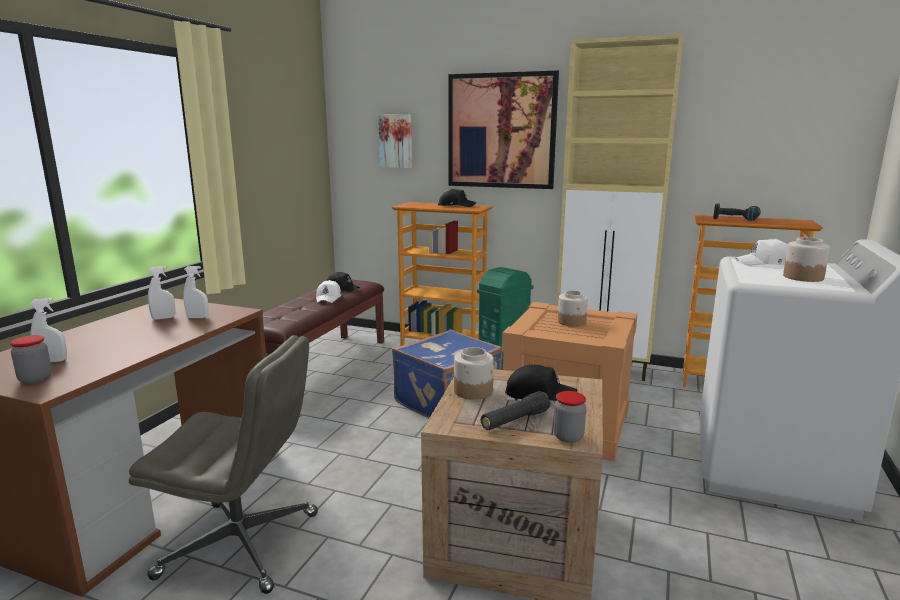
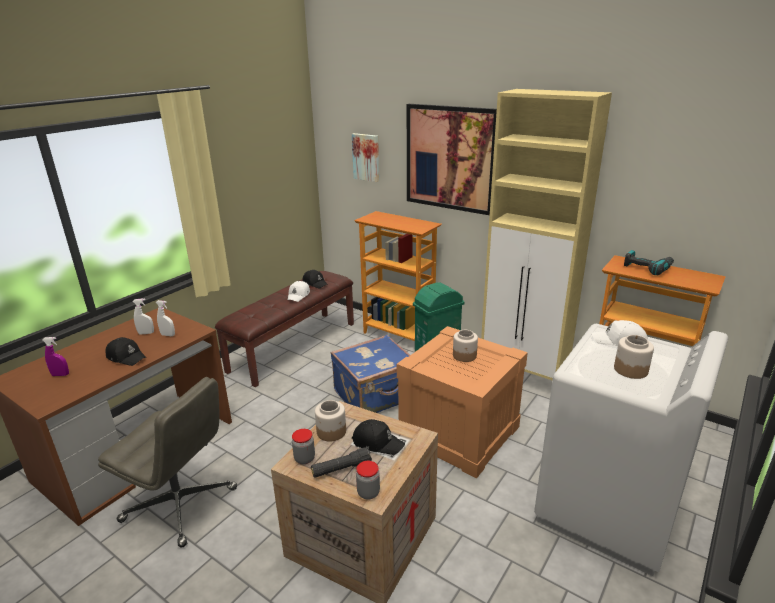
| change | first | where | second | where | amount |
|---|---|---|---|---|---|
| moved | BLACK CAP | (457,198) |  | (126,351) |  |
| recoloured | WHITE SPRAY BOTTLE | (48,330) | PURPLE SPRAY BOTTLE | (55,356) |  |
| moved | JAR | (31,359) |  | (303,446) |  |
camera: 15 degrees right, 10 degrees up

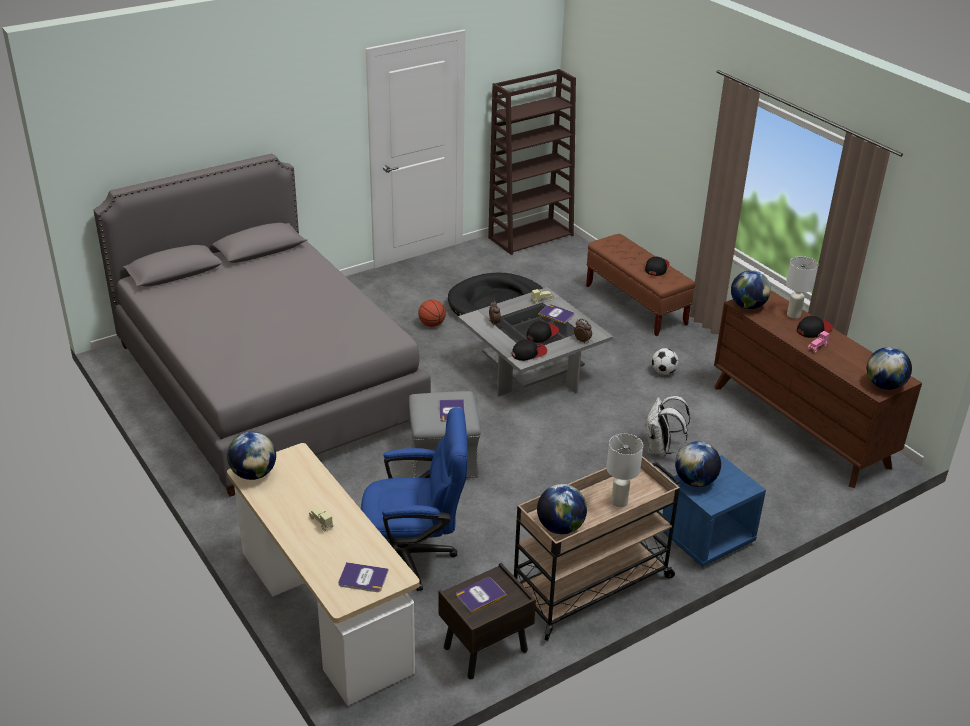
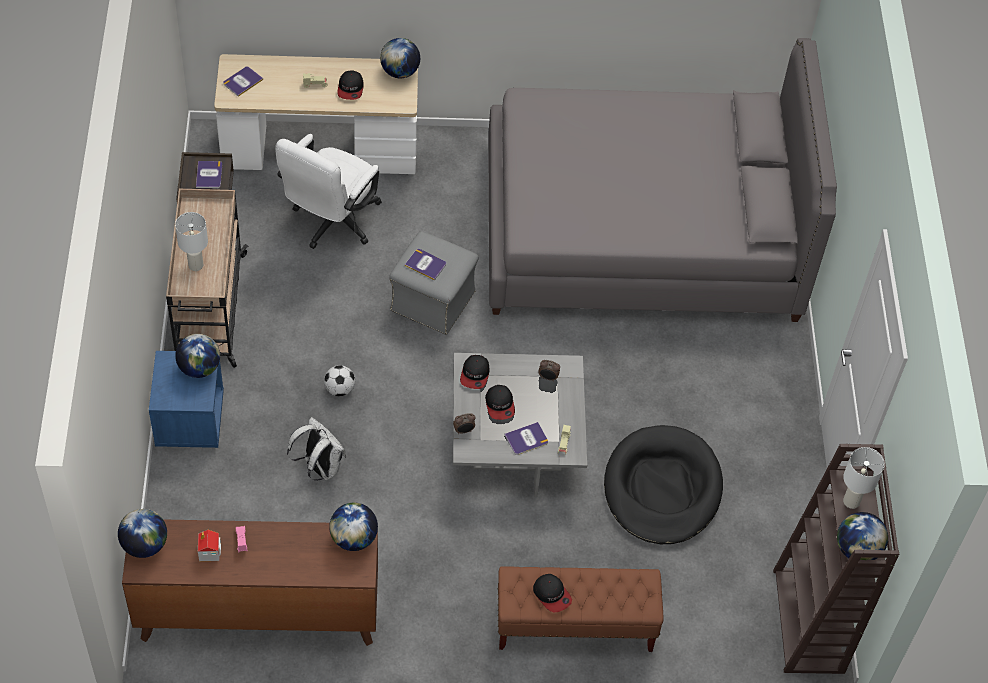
| change | first | where | second | where | amount |
|---|---|---|---|---|---|
| moved | WHITE TABLE LAMP | (802,287) |  | (864,478) |  |
| removed | BASKETBALL | (432,313) |  |  |  |
| moved | CAP | (815,327) |  | (350,85) |  |
| moved | FOOTBALL | (665,361) |  | (339,380) |  |
| recoloured | BLUE OFFICE CHAIR | (414,499) | WHITE OFFICE CHAIR | (328,191) |  |
| moved | GLOBE | (562,509) |  | (862,536) |  |
| added |  |  | TOY HOUSE | (209,545) |  |
camera: 120 degrees right, 20 degrees up

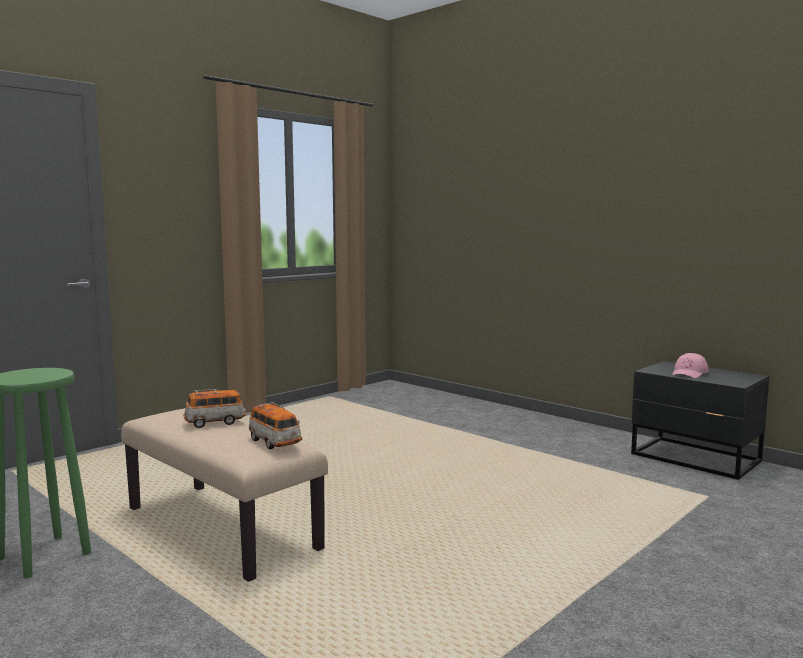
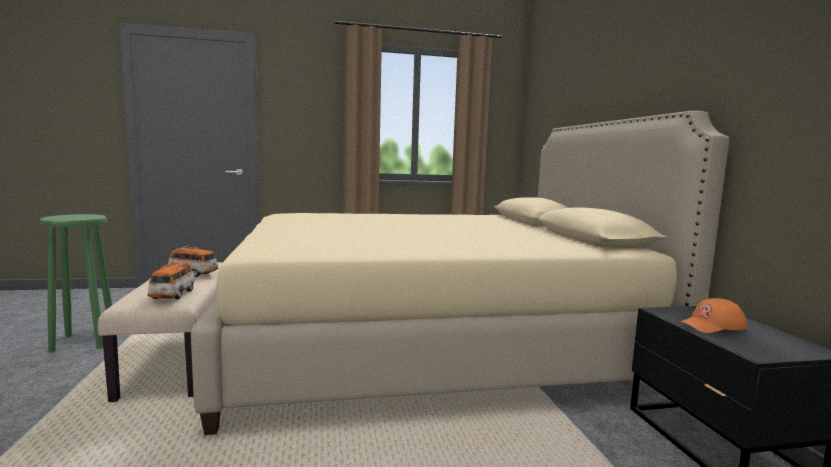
| change | first | where | second | where | amount |
|---|---|---|---|---|---|
| recoloured | PINK CAP | (690,365) | ORANGE CAP | (712,315) |  |
| added |  |  | BEIGE BED | (460,273) |  |
camera: 35 degrees right, 0 degrees up

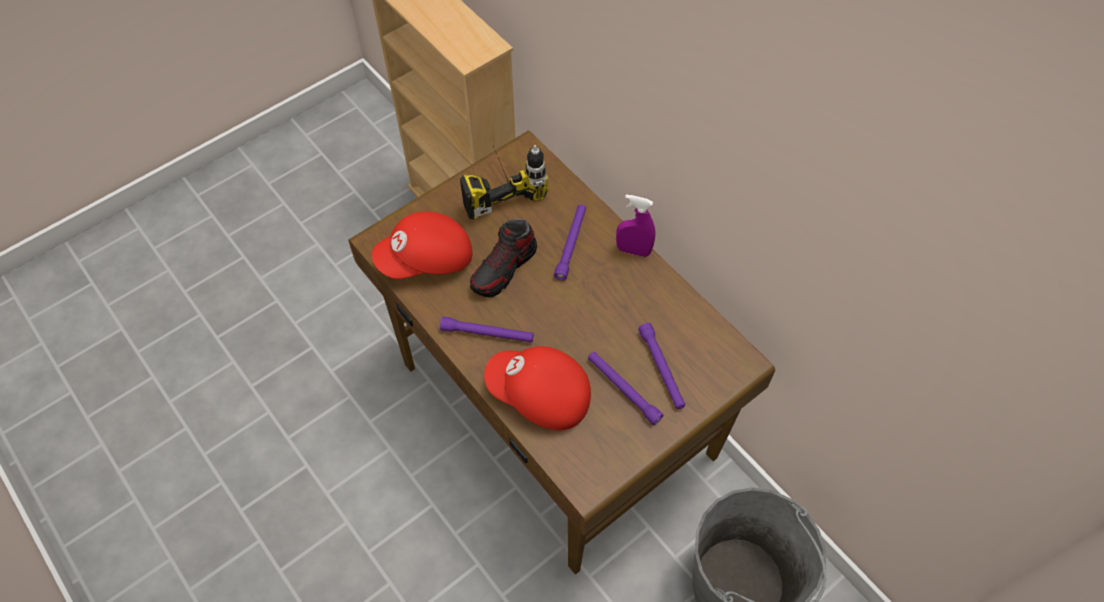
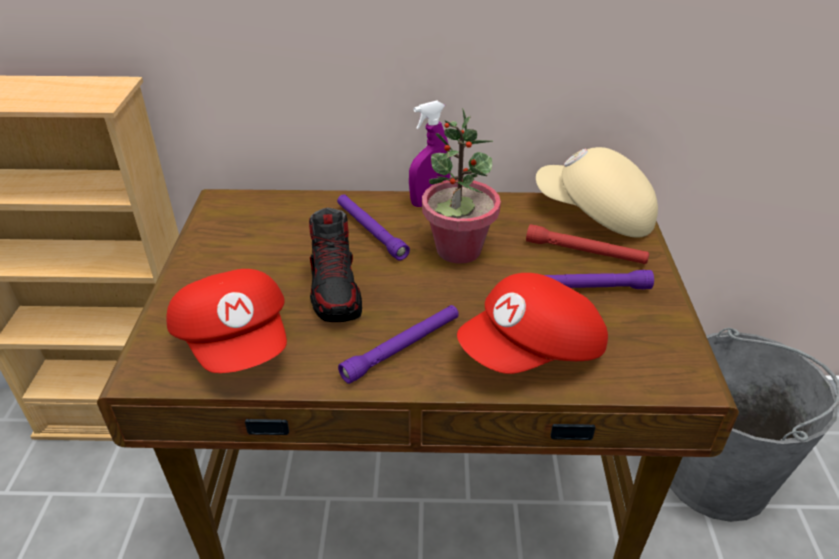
| change | first | where | second | where | amount |
|---|---|---|---|---|---|
| removed | POWER DRILL | (504,182) |  |  |  |
| turned | RED CAP | (422,245) |  | (226,321) | 45 degrees counterclockwise |
| recoloured | PURPLE FLASHLIGHT | (661,366) | RED FLASHLIGHT | (587,244) |  |
| added |  |  | POTTED PLANT | (461,186) |  |
| added |  |  | BEIGE CAP | (597,192) |  |
camera: 50 degrees left, 20 degrees down

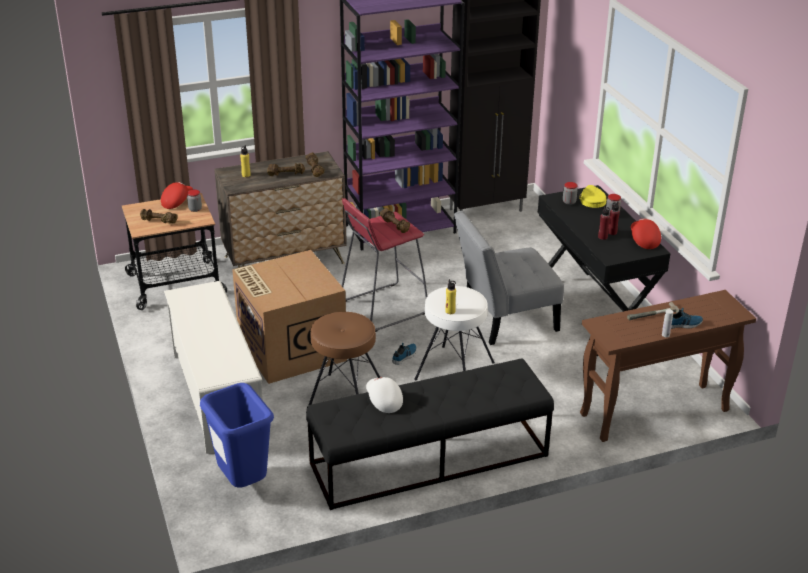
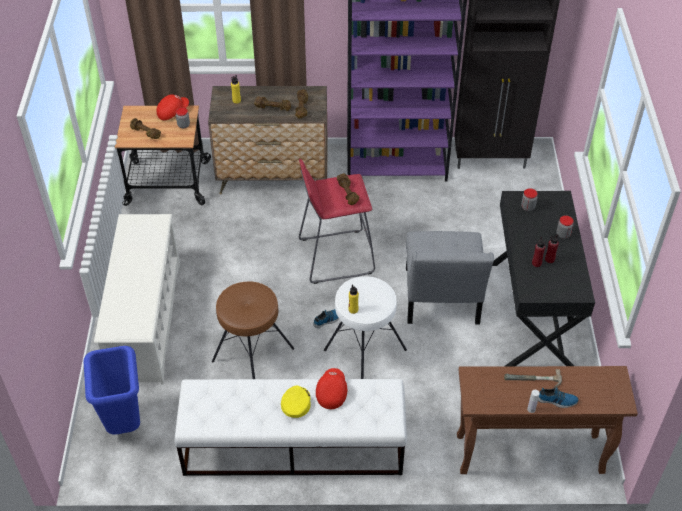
| change | first | where | second | where | amount |
|---|---|---|---|---|---|
| moved | YELLOW CAP | (593,196) |  | (296,402) |  |
| turned | GREY CHAIR | (509,278) |  | (450,277) | 90 degrees counterclockwise |
| moved | RED CAP | (646,233) |  | (331,388) |  |
| removed | CARDBOARD BOX | (289,317) |  |  |  |
| recoloured | BLACK BENCH | (430,434) | WHITE BENCH | (290,427) |  |
| removed | WHITE CAP | (384,395) |  |  |  |
camera: 20 degrees right, 15 degrees up

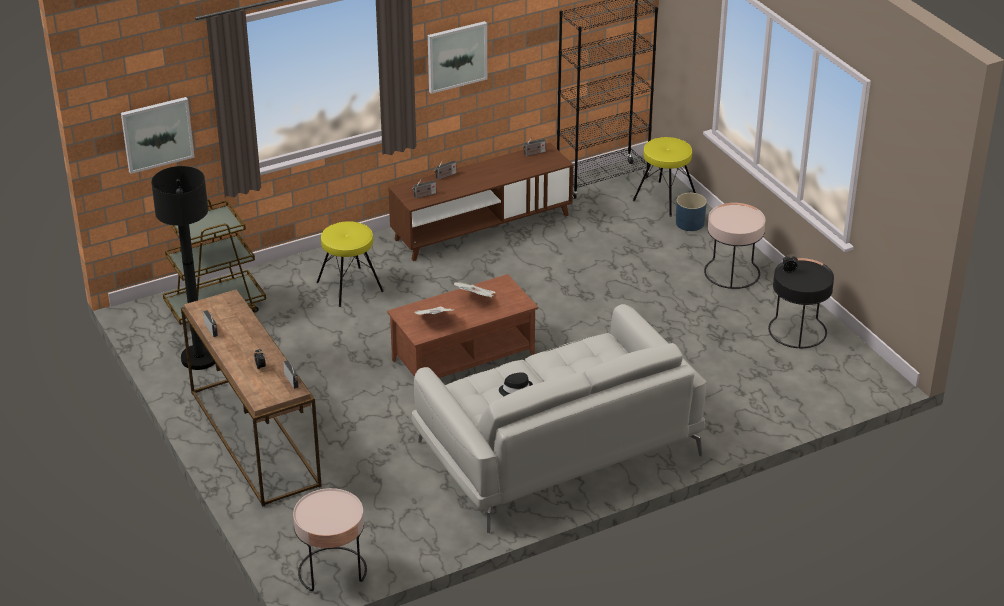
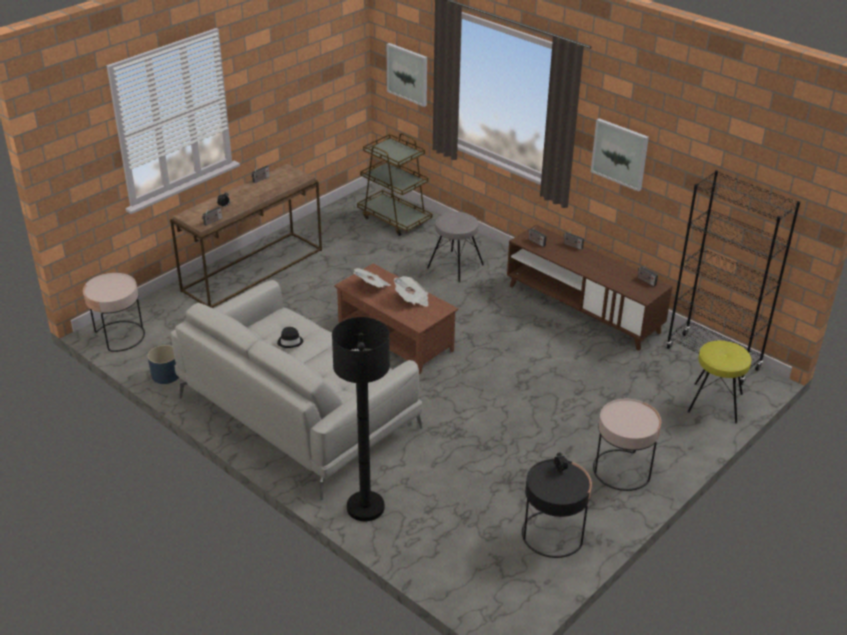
| change | first | where | second | where | amount |
|---|---|---|---|---|---|
| moved | BLACK FLOOR LAMP | (183,268) |  | (361,419) |  |
| moved | BLUE PLANTER | (691,212) |  | (163,364) |  |
| recoloured | YELLOW STOOL | (350,264) | GREY STOOL | (455,247) |  |
camera: 70 degrees right, 0 degrees up

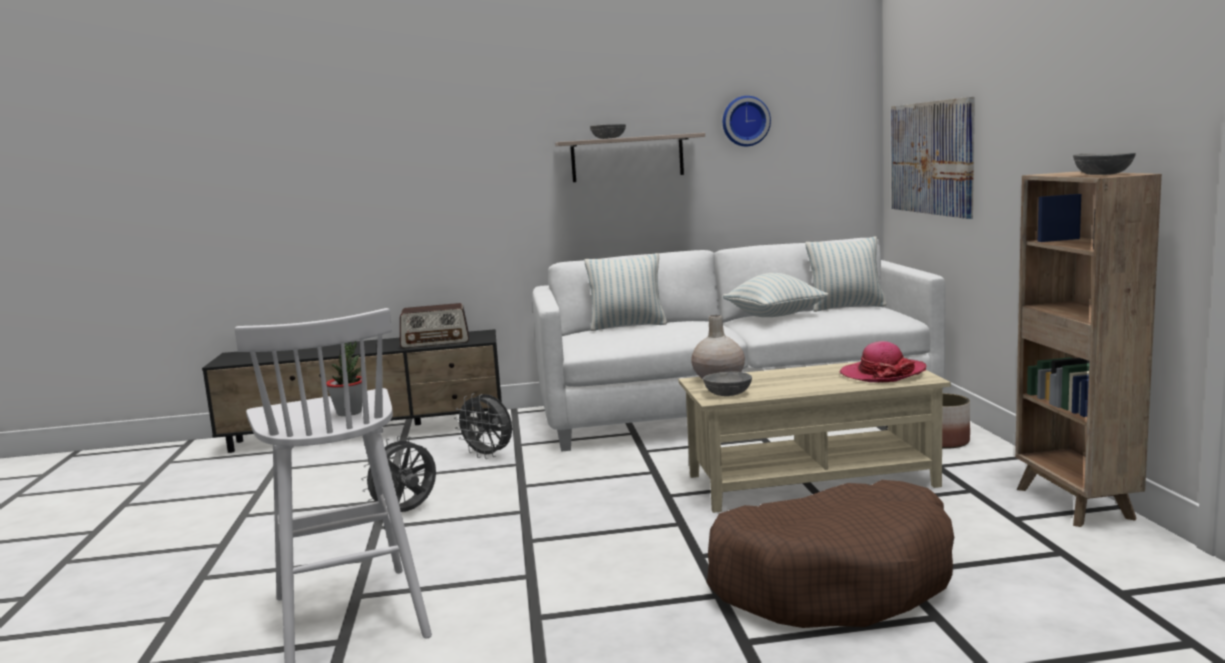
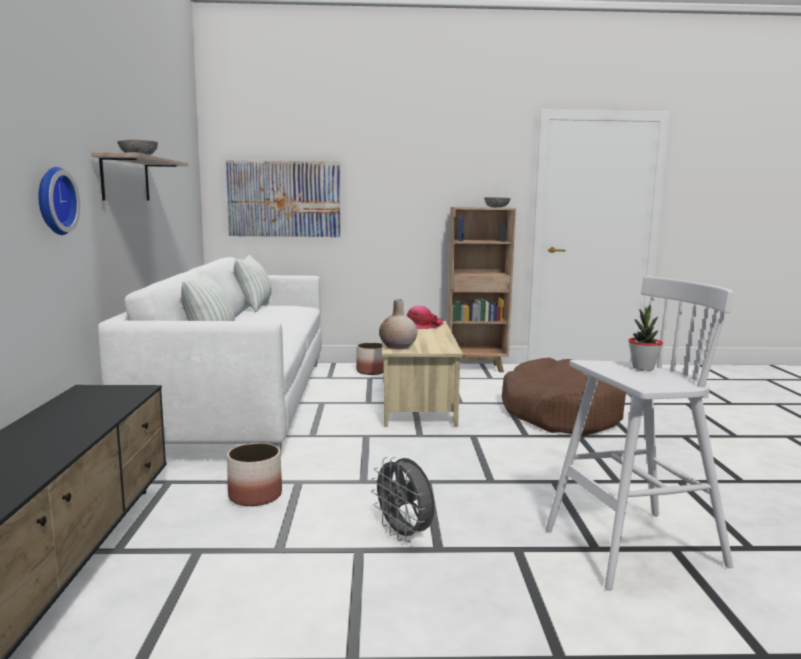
| change | first | where | second | where | amount |
|---|---|---|---|---|---|
| moved | WALL CLOCK | (747,121) |  | (59,201) |  |
| removed | PILLOW | (775,295) |  |  |  |
| removed | RADIO | (434,325) |  |  |  |
| removed | GREY BOWL | (727,383) |  |  |  |
| replaced | GREY FAN | (483,426) | PLANTER | (254,474) |  |
camera: 85 degrees left, 0 degrees up

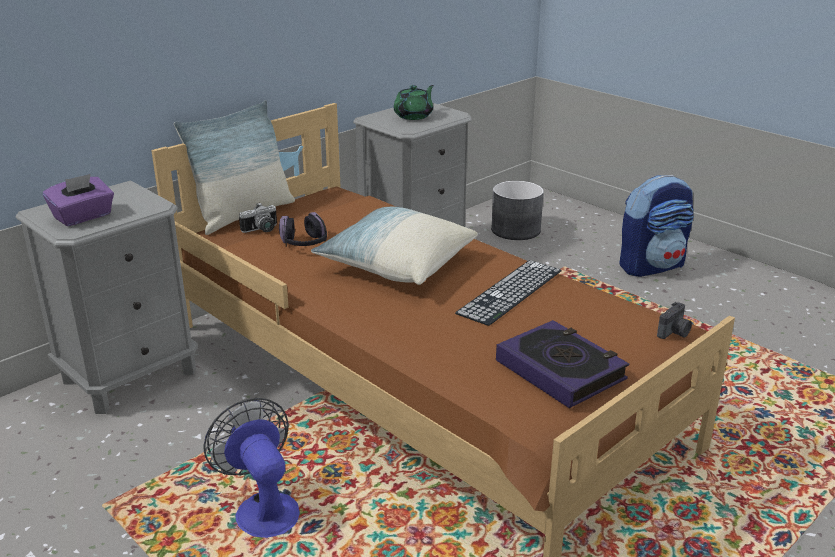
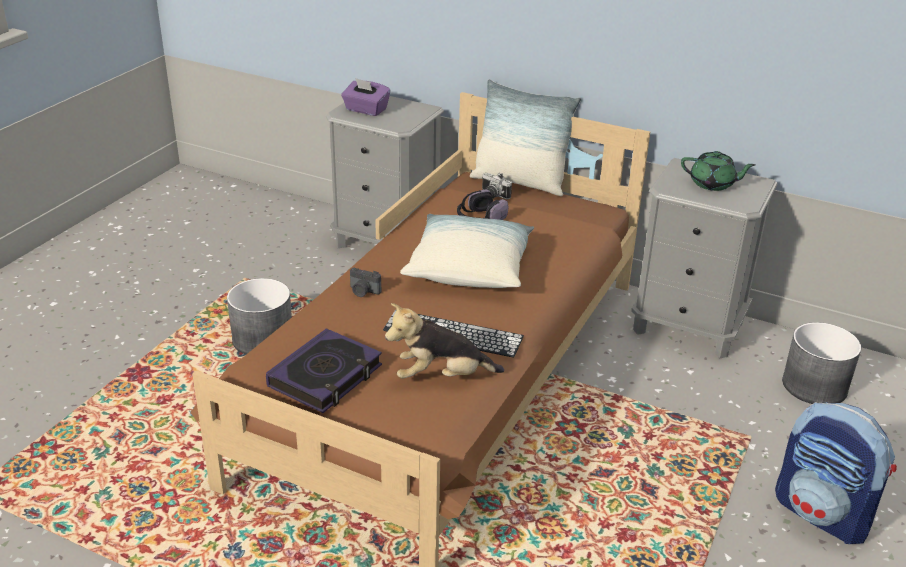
| change | first | where | second | where | amount |
|---|---|---|---|---|---|
| moved | PHOTO CAMERA | (674,320) |  | (365,282) |  |
| replaced | FAN | (251,468) | GREY PLANTER | (259,316) |  |
| added |  |  | PLUSH TOY | (444,341) |  |
camera: 70 degrees right, 5 degrees up

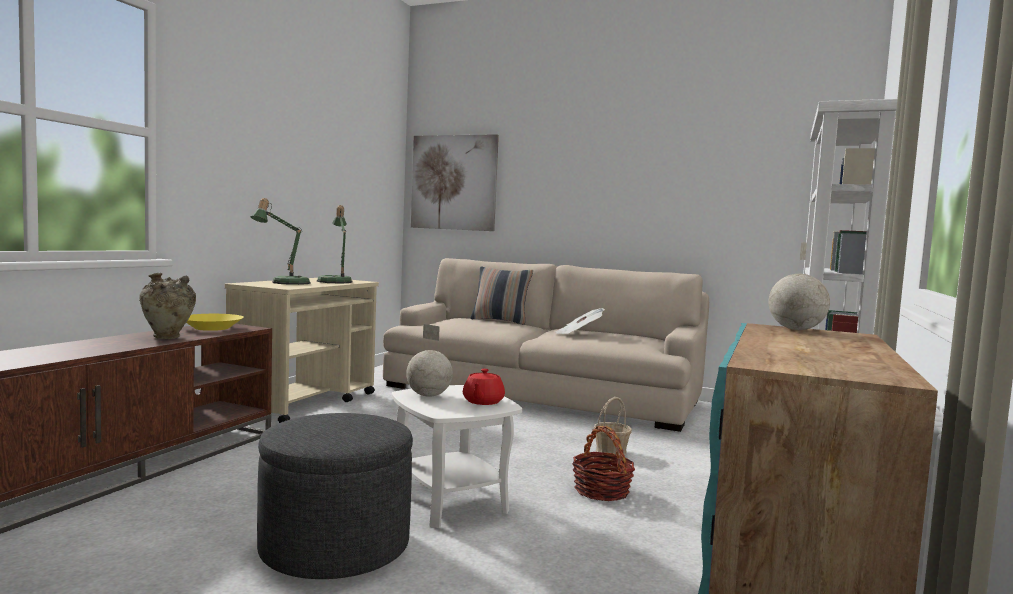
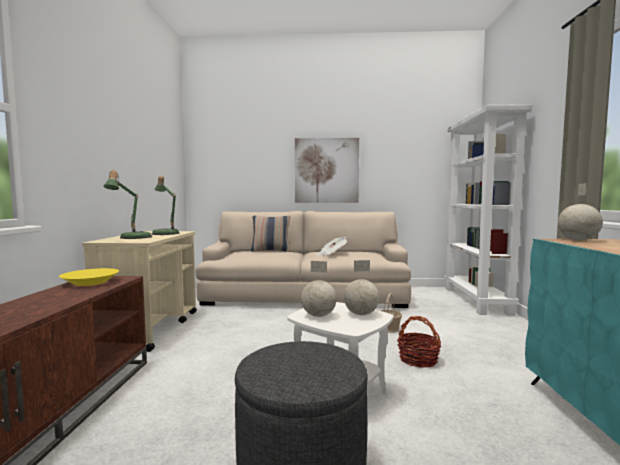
| change | first | where | second | where | amount |
|---|---|---|---|---|---|
| moved | PICTURE | (455,182) |  | (327,170) |  |
| removed | BEIGE VASE | (167,306) |  |  |  |
| replaced | RED TEAPOT | (484,387) | GLOBE | (361,287) |  |
camera: 20 degrees left, 0 degrees up

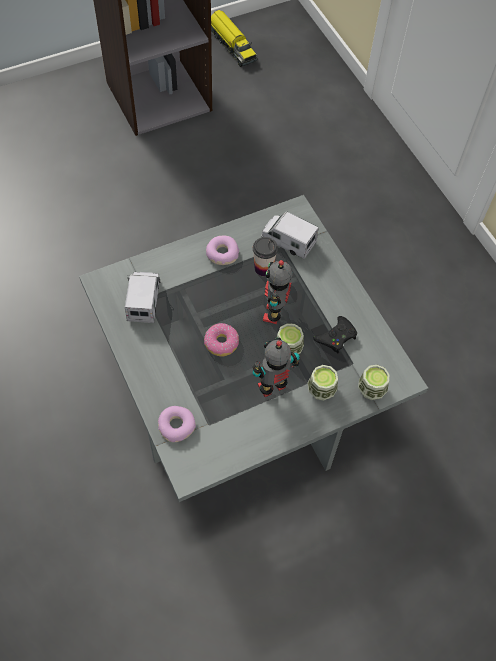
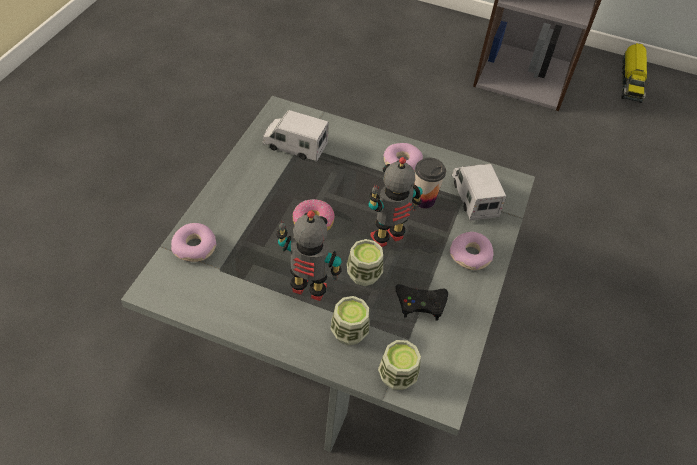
| change | first | where | second | where | amount |
|---|---|---|---|---|---|
| turned | TOY TRUCK | (143,297) |  | (295,136) | 120 degrees counterclockwise |
| added |  |  | DONUT | (472,251) |  |
camera: 45 degrees right, 10 degrees down

